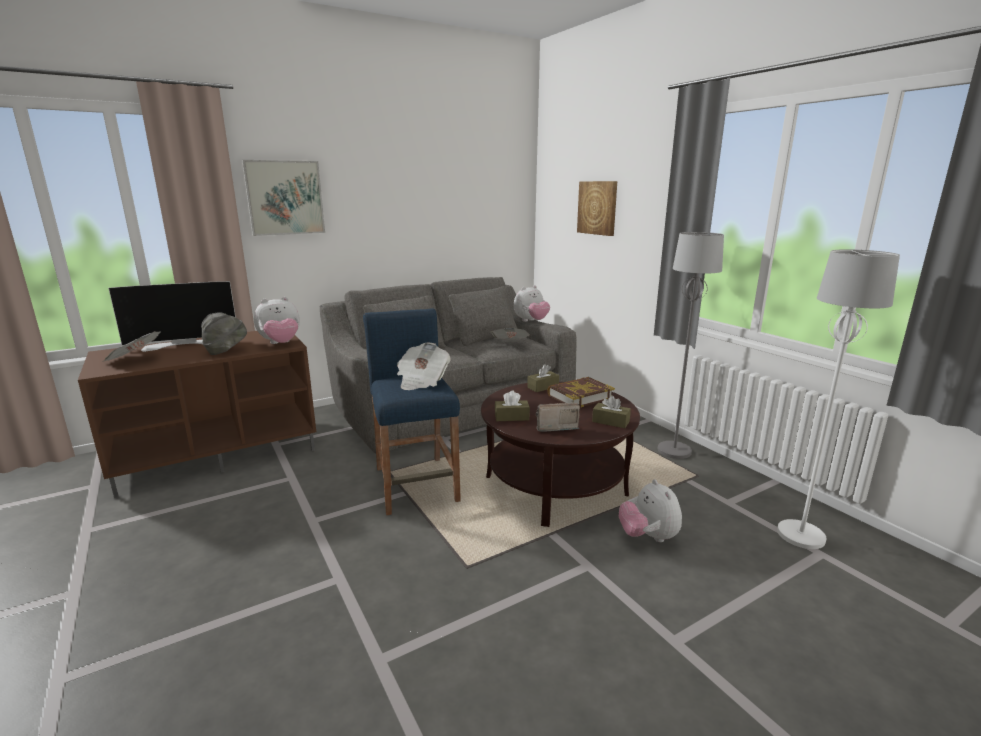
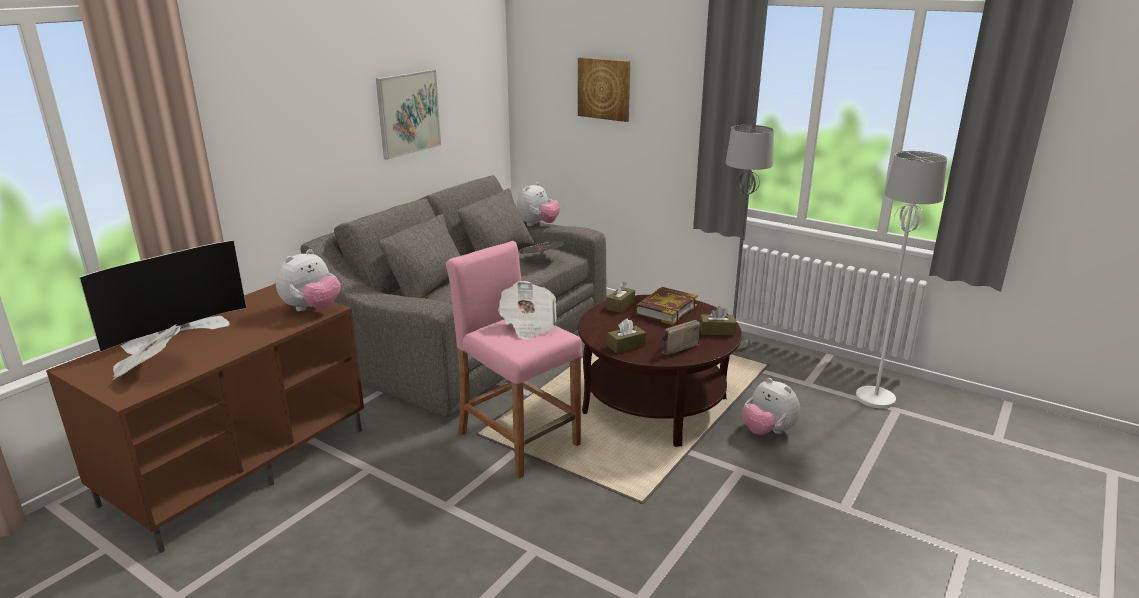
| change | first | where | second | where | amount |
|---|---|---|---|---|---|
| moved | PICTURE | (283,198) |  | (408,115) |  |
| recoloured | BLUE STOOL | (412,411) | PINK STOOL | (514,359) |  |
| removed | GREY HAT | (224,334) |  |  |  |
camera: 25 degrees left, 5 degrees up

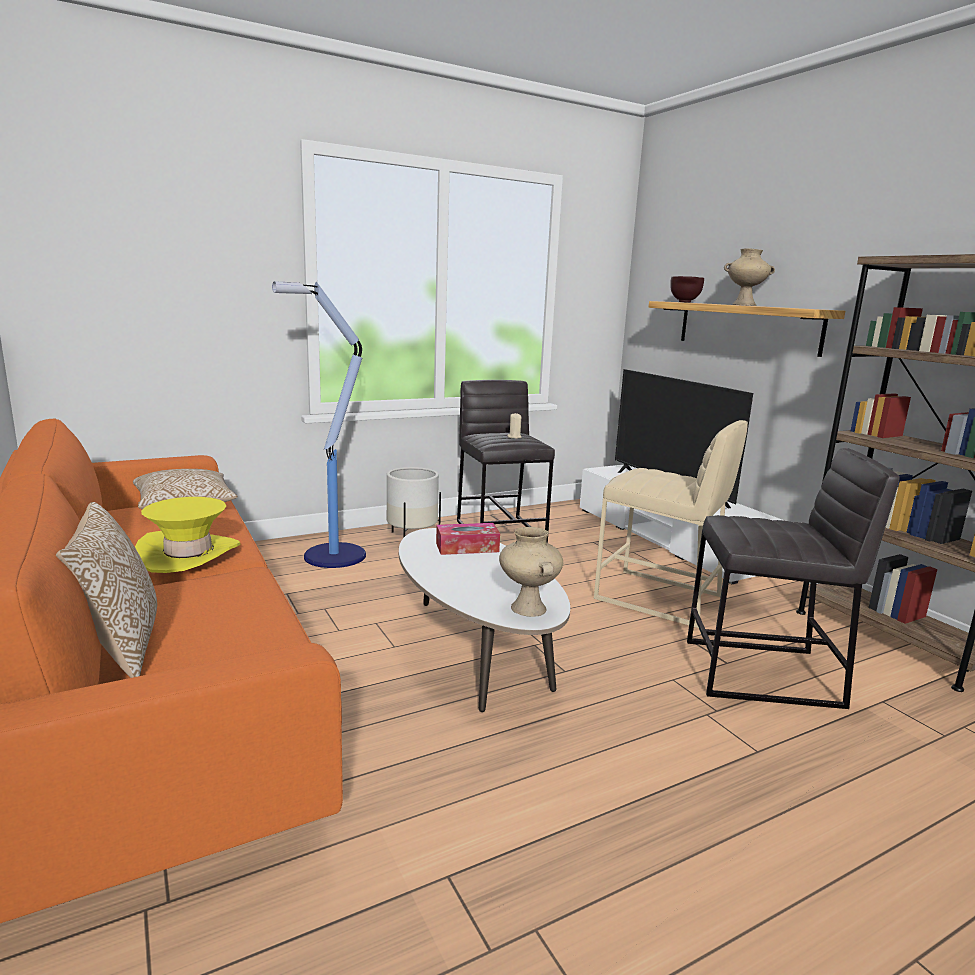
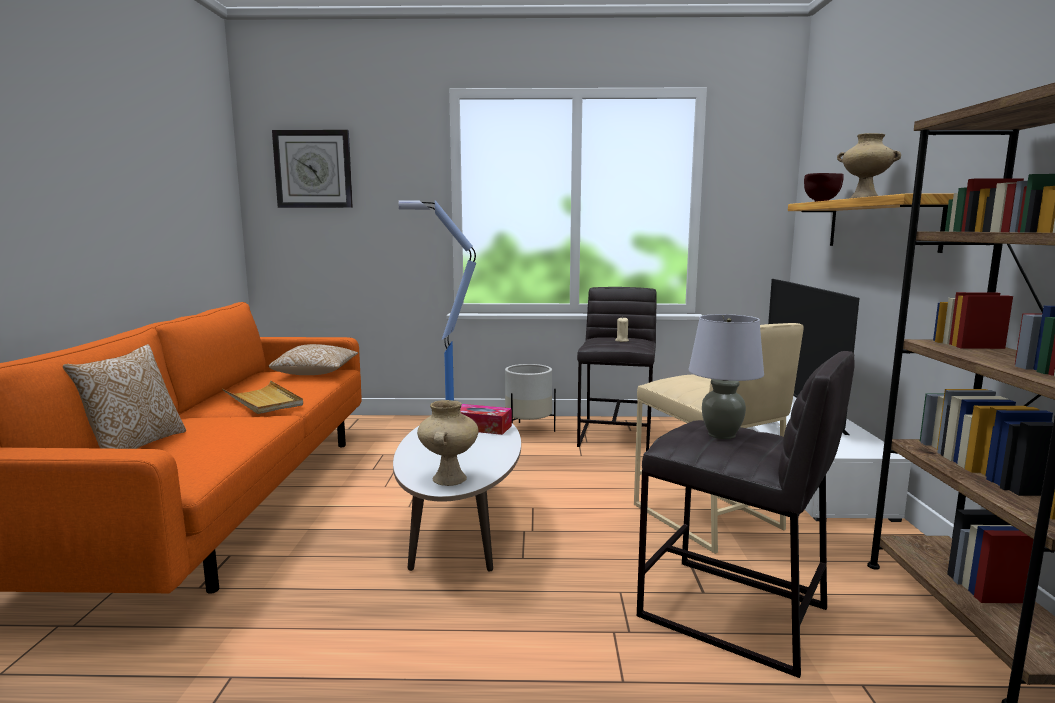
| change | first | where | second | where | amount |
|---|---|---|---|---|---|
| replaced | YELLOW HAT | (188,535) | BEIGE TRAY | (262,397) |  |
| added |  |  | WALL CLOCK | (312,169) |  |
| added |  |  | GREY TABLE LAMP | (726,376) |  |
camera: 30 degrees right, 5 degrees down

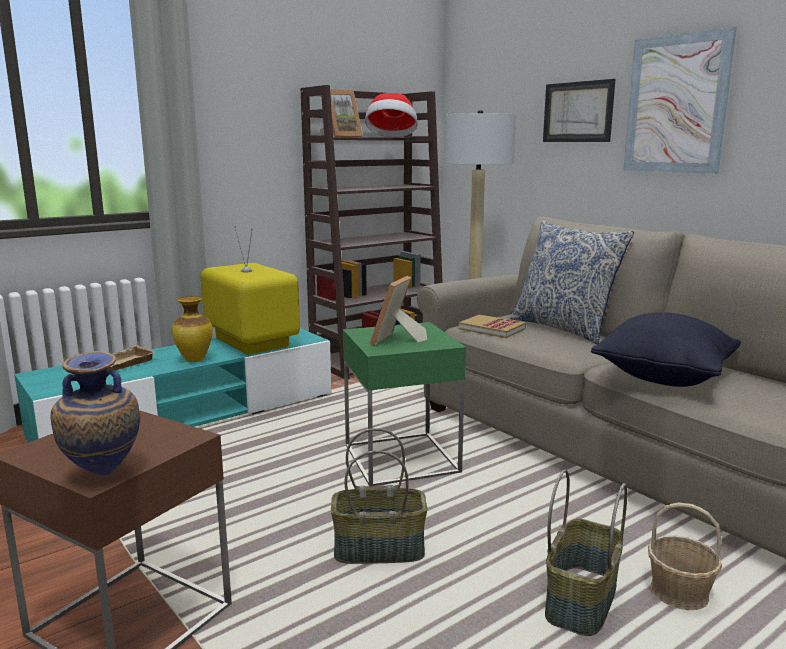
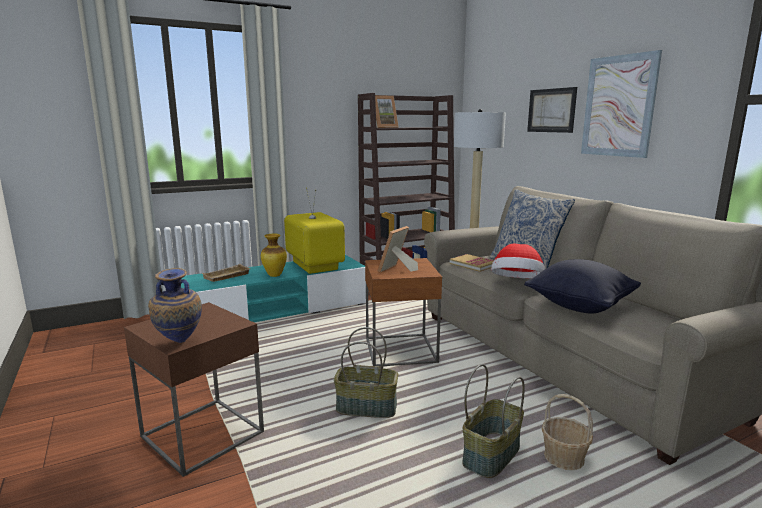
| change | first | where | second | where | amount |
|---|---|---|---|---|---|
| moved | HAT | (391,115) |  | (518,261) |  |
| recoloured | GREEN SIDE TABLE | (404,404) | BROWN SIDE TABLE | (403,312) |  |
camera: 10 degrees right, 0 degrees up

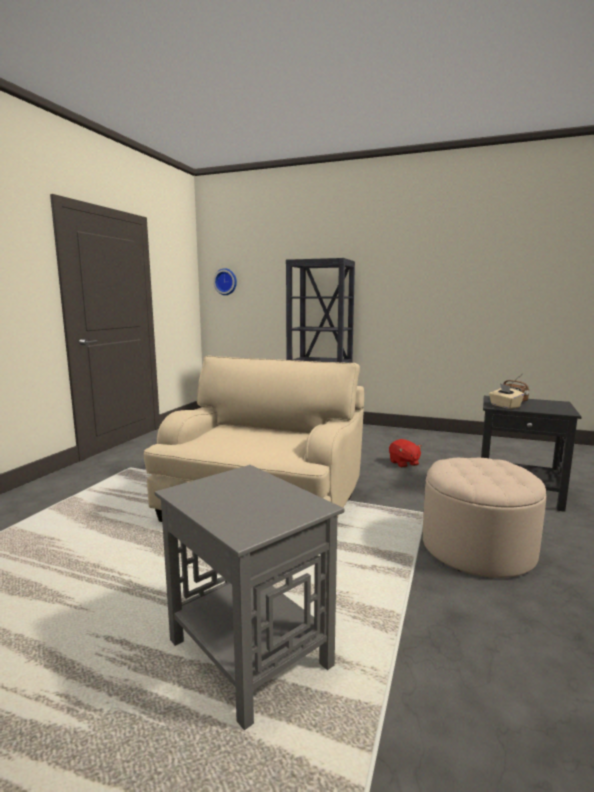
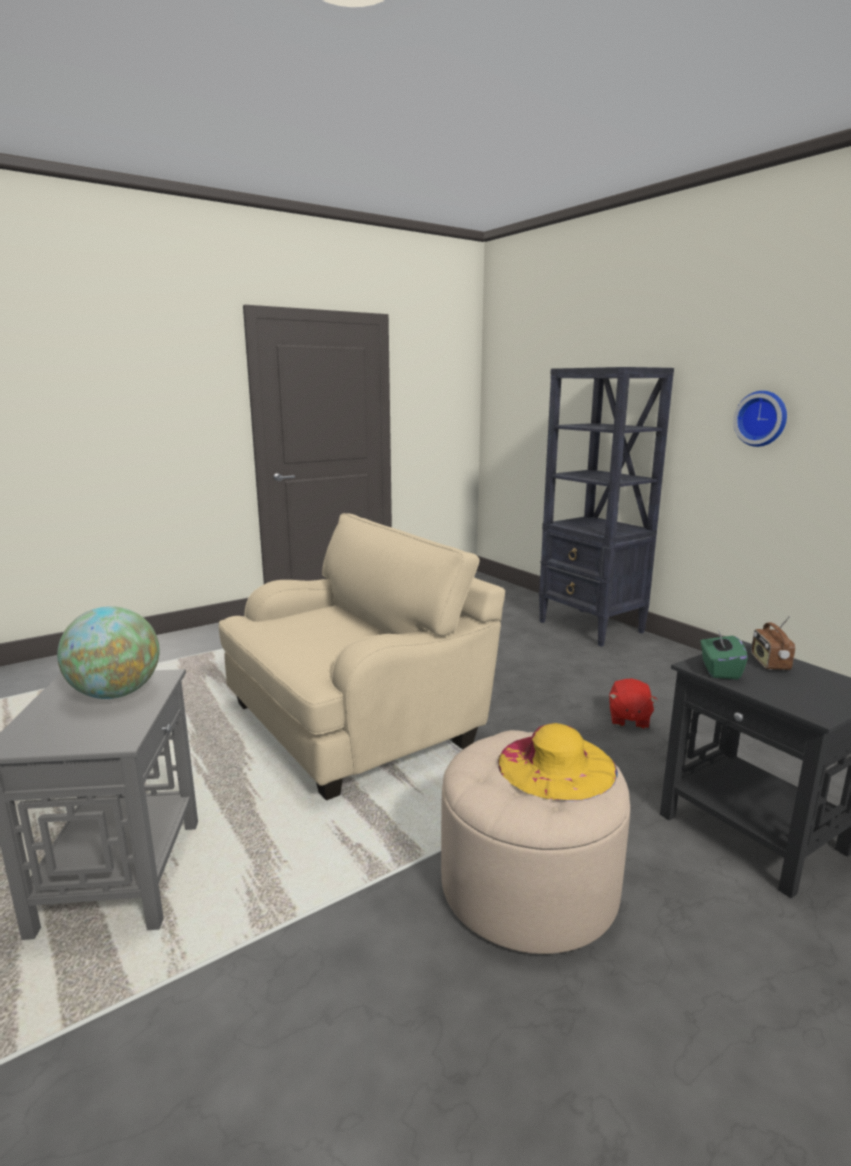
| change | first | where | second | where | amount |
|---|---|---|---|---|---|
| moved | WALL CLOCK | (225,281) |  | (760,419) |  |
| recoloured | BEIGE TISSUE BOX | (506,396) | GREEN TISSUE BOX | (724,656) |  |
| added |  |  | GLOBE | (108,652) |  |
| added |  |  | YELLOW HAT | (558,762) |  |
camera: 35 degrees right, 5 degrees up

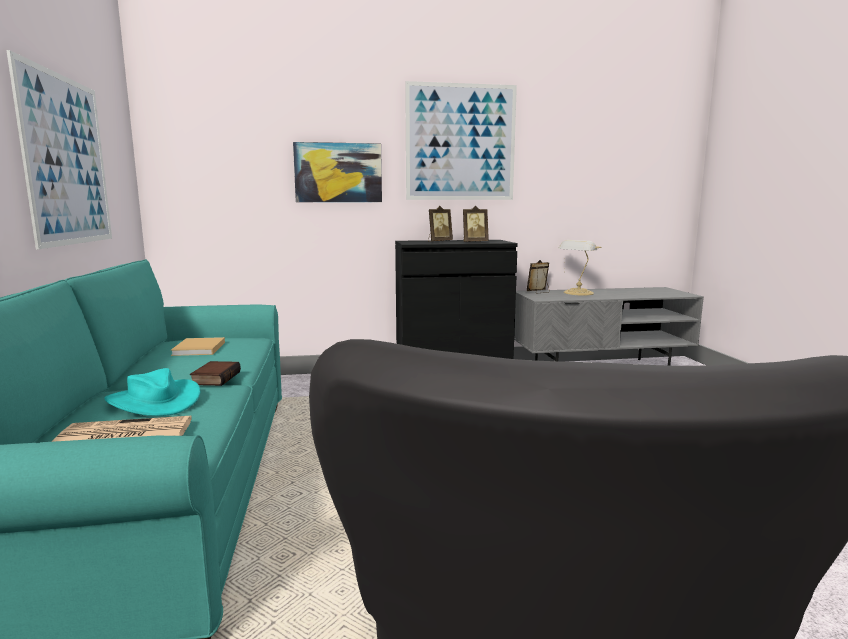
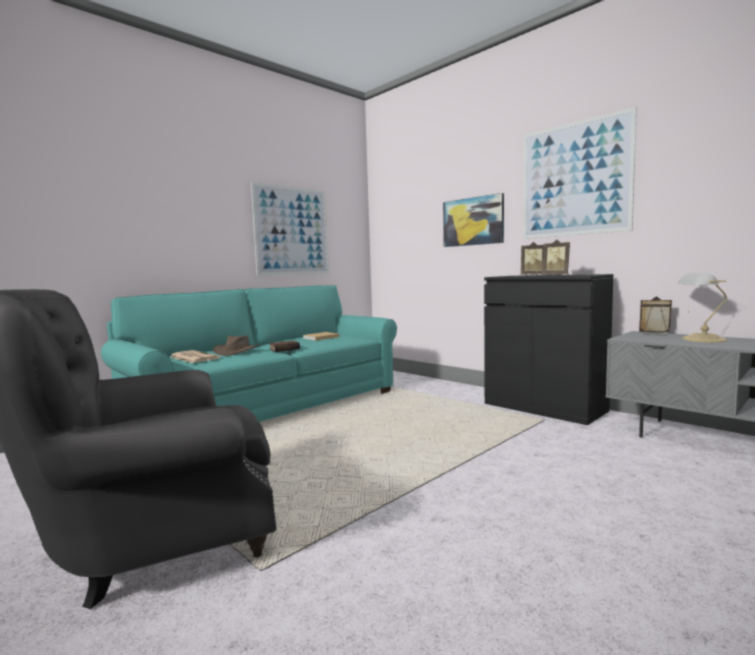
| change | first | where | second | where | amount |
|---|---|---|---|---|---|
| recoloured | TURQUOISE HAT | (152,392) | BROWN HAT | (236,345) |  |
camera: 55 degrees right, 5 degrees down

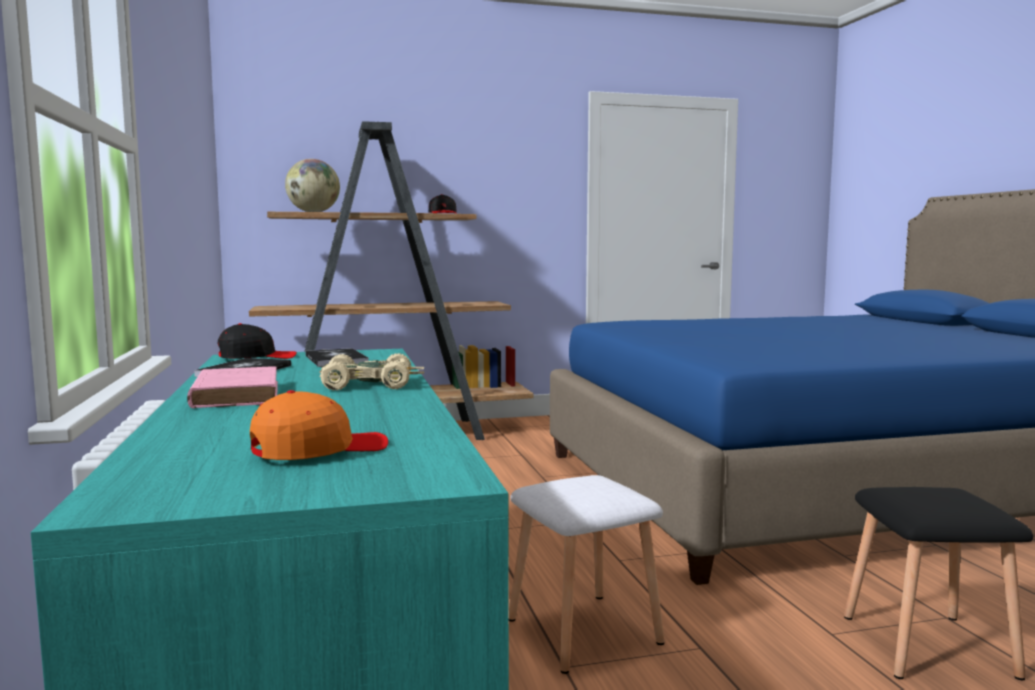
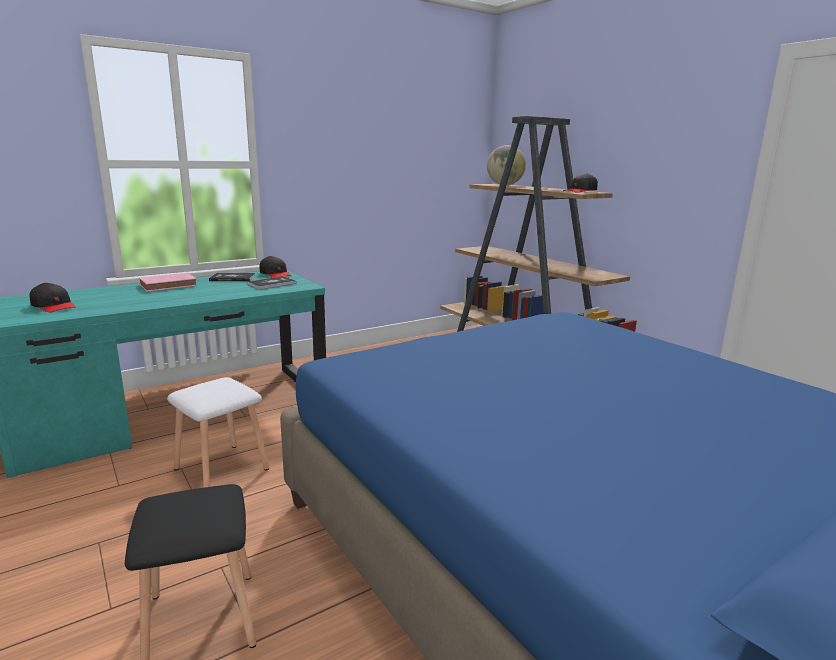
| change | first | where | second | where | amount |
|---|---|---|---|---|---|
| removed | BEIGE TOY CAR | (371,371) |  |  |  |
| recoloured | ORANGE CAP | (319,425) | BLACK CAP | (52,297) |  |
camera: 70 degrees right, 10 degrees up

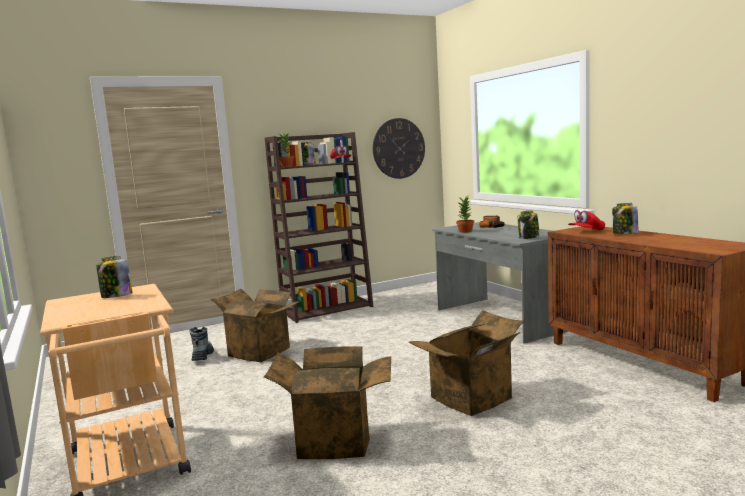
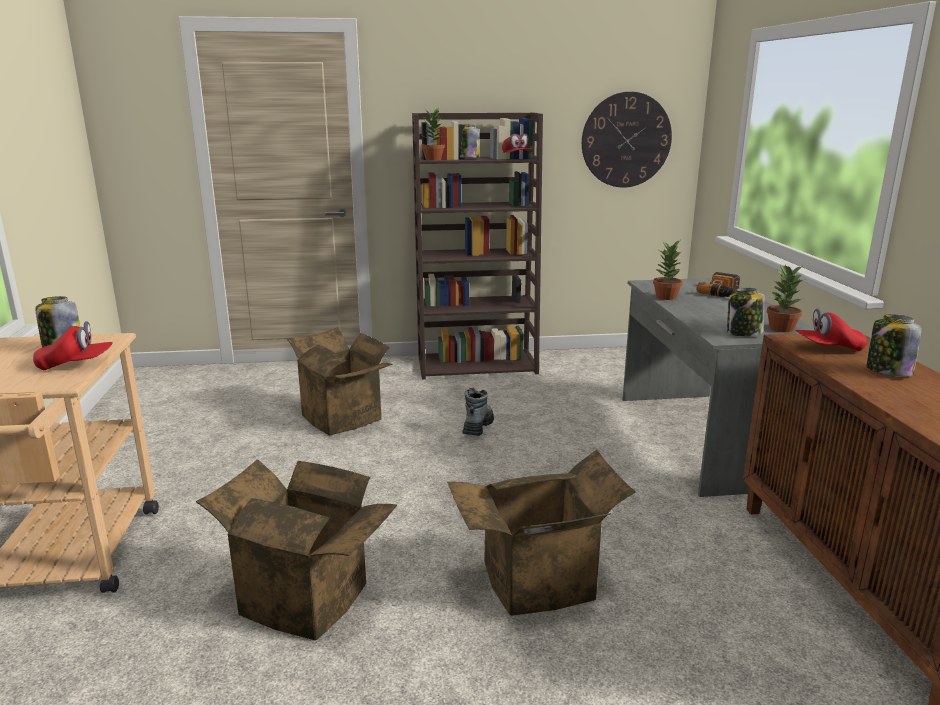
| change | first | where | second | where | amount |
|---|---|---|---|---|---|
| moved | BOOT | (202,344) |  | (478,412) |  |
| added |  |  | POTTED PLANT | (785,298) |  |
| added |  |  | RED CAP | (73,345) |  |
camera: 20 degrees right, 10 degrees up

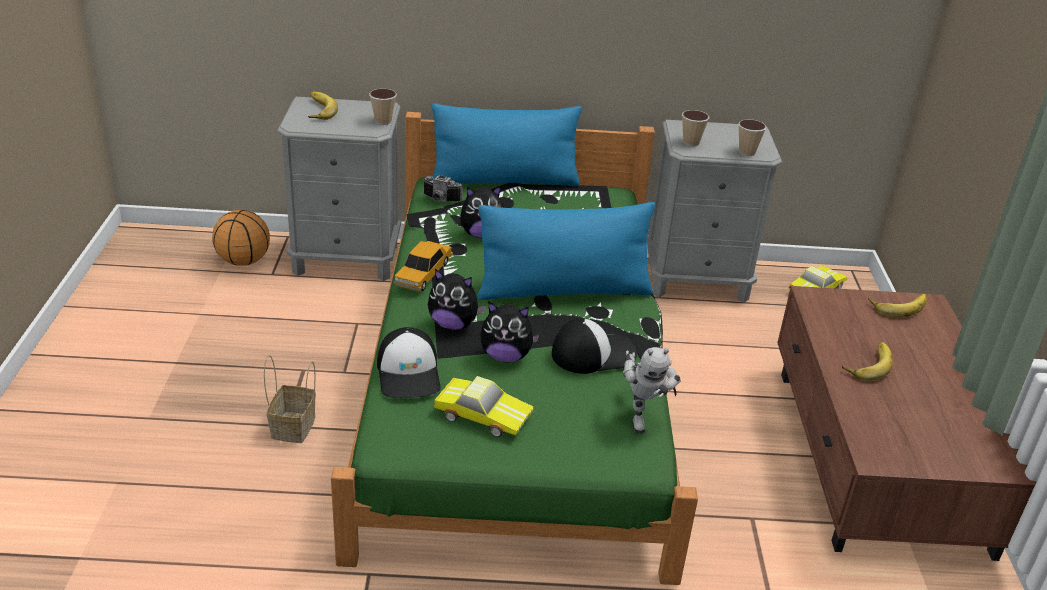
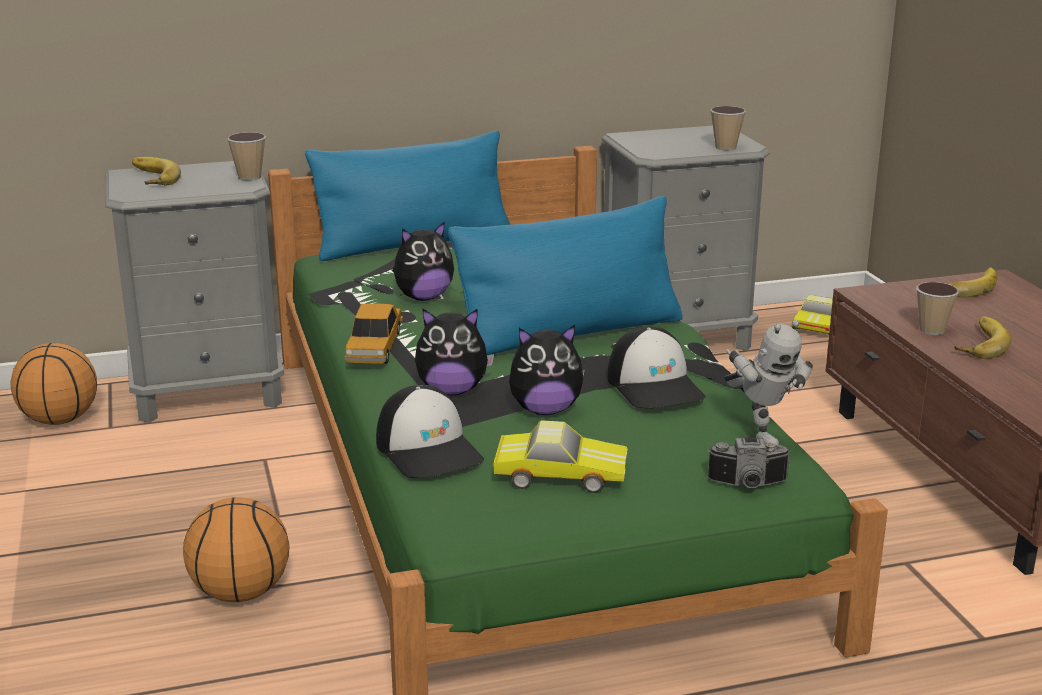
| change | first | where | second | where | amount |
|---|---|---|---|---|---|
| moved | CUP | (695,128) |  | (937,308) |  |
| moved | PHOTO CAMERA | (443,188) |  | (749,463) |  |
| turned | CAP | (594,346) |  | (656,367) | 105 degrees clockwise |
| replaced | BASKET | (290,399) | BASKETBALL | (236,549) |  |
camera: 15 degrees left, 10 degrees down

